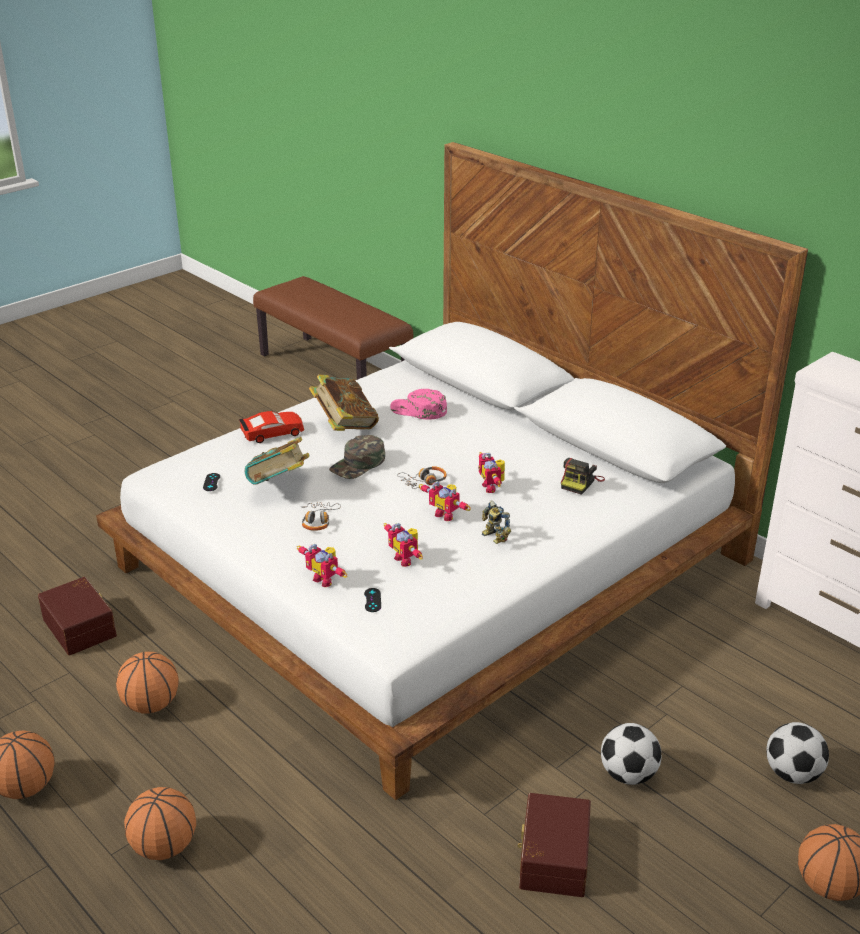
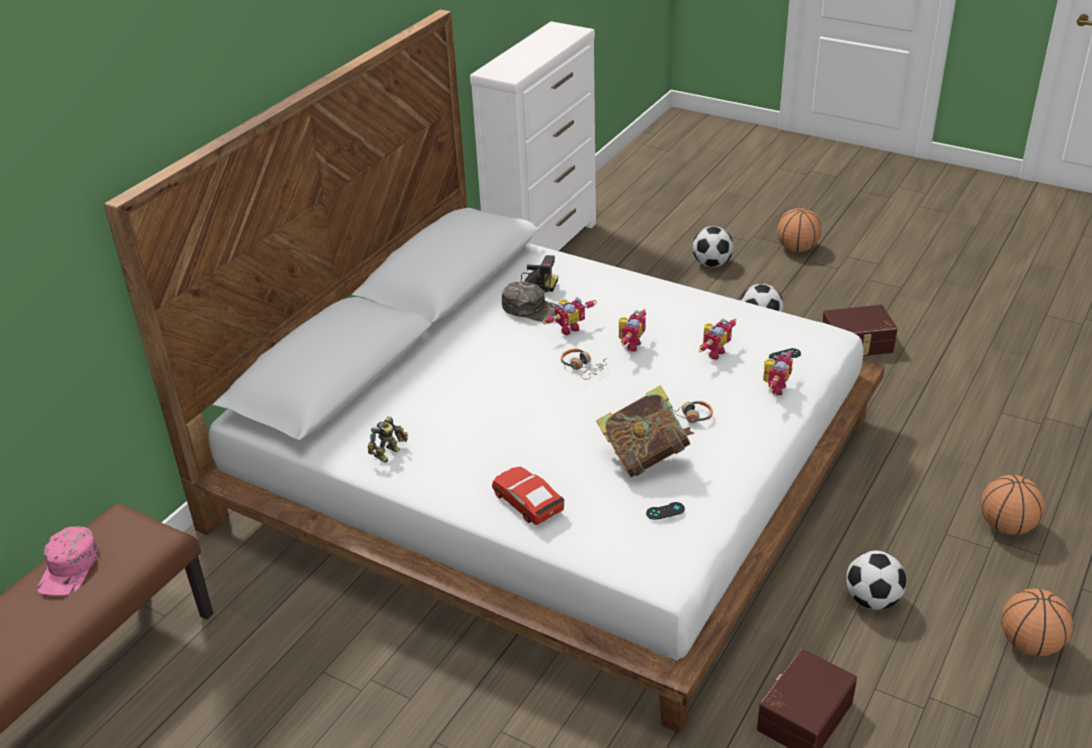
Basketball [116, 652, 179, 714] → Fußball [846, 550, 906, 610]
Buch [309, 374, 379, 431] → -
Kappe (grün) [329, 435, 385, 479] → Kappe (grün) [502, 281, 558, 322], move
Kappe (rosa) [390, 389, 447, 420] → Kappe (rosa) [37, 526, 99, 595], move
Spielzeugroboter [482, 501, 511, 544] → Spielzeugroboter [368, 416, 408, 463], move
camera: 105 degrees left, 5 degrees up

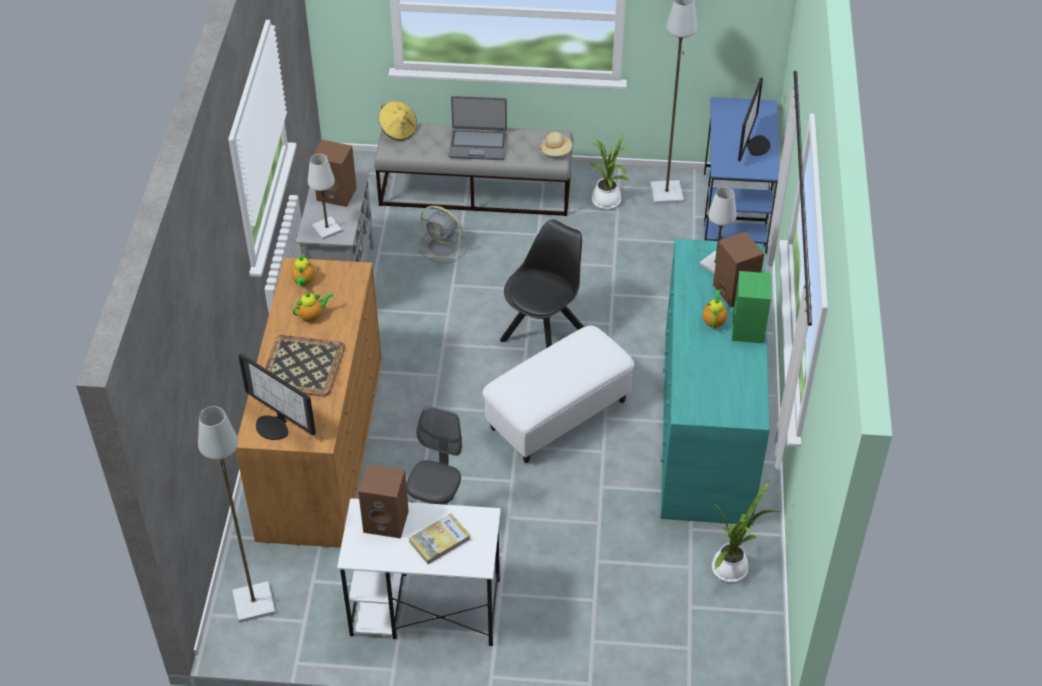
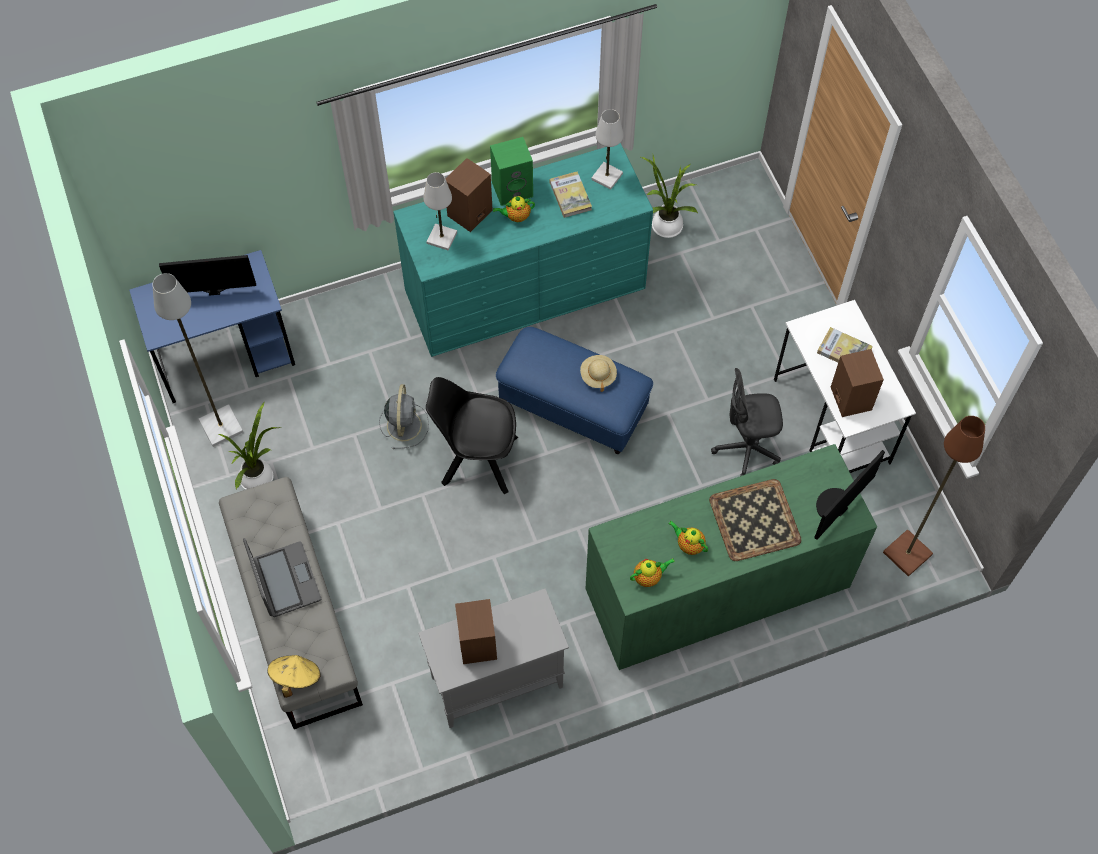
Stehlampe (grau) [198, 406, 276, 623] → Stehlampe (braun) [883, 416, 985, 576]
Kommode (braun) [236, 258, 382, 548] → Kommode (grün) [585, 444, 877, 670]
Monitor [238, 353, 316, 440] → Monitor [814, 450, 885, 540], 150 degrees counterclockwise
Tischlampe (weiß) [308, 154, 342, 240] → Tischlampe (weiß) [591, 109, 623, 190], move
Ventilator (grau) [420, 206, 468, 263] → Ventilator (grau) [379, 384, 429, 449], move
Polsterhocker (weiß) [482, 325, 634, 463] → Polsterhocker (blau) [496, 327, 653, 454]
Hut (beige) [541, 132, 572, 156] → Hut (beige) [580, 355, 617, 392], move
- → Buch [550, 172, 592, 218]
camera: 115 degrees left, 15 degrees up

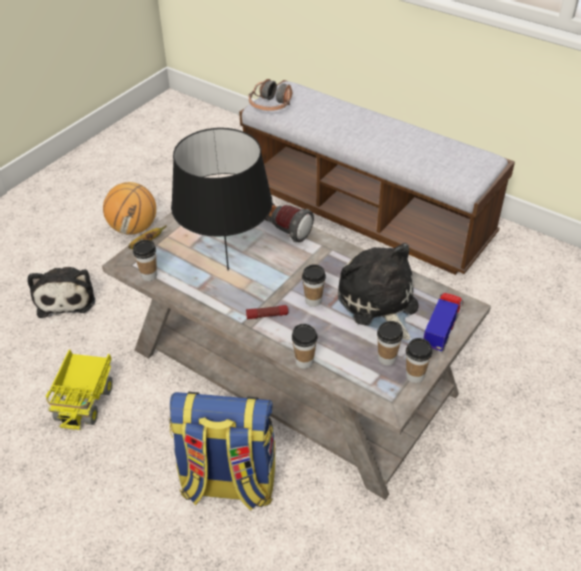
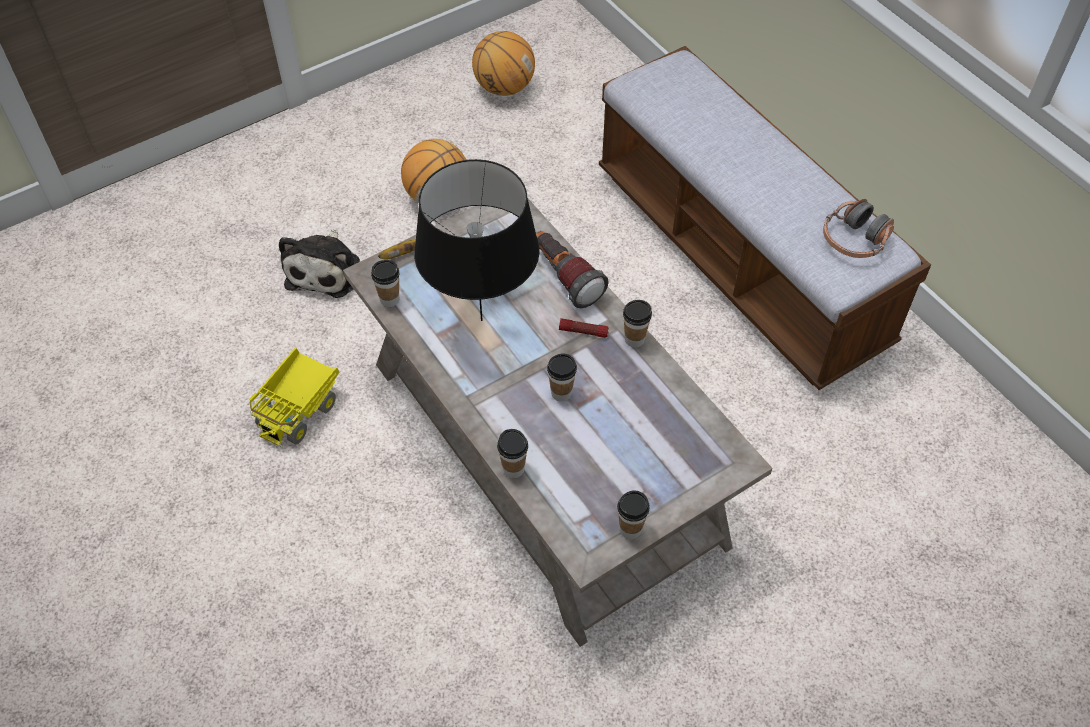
Rucksack [169, 392, 275, 511] → -
Taschenlampe [246, 305, 288, 319] → Taschenlampe [559, 318, 609, 338], move
Kopfhörer [249, 79, 292, 111] → Kopfhörer [823, 199, 894, 258], move
Plüschtier [338, 243, 419, 340] → -
Tasse [377, 321, 403, 366] → Tasse [623, 300, 652, 348], move
Spielzeuglaster [423, 293, 463, 353] → -
- → Basketball [472, 31, 535, 96]
camera: 20 degrees right, 10 degrees up

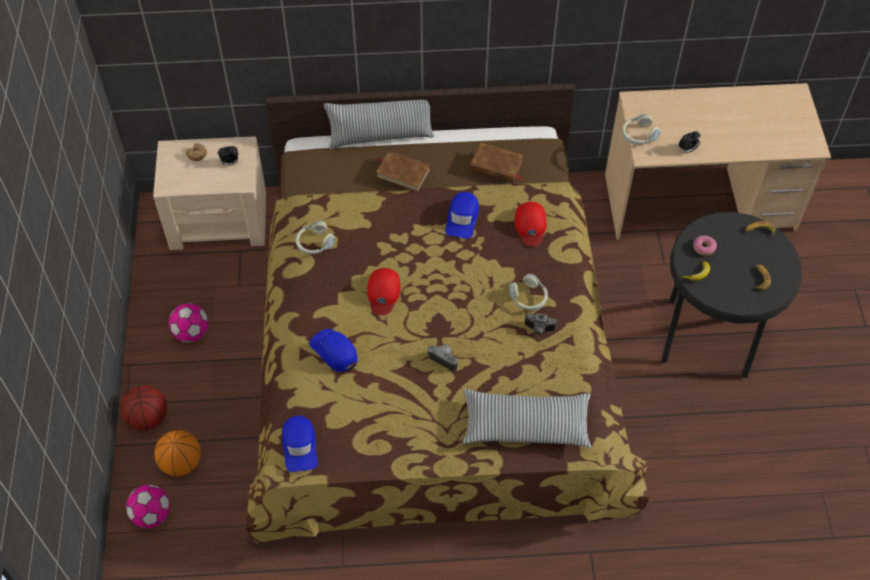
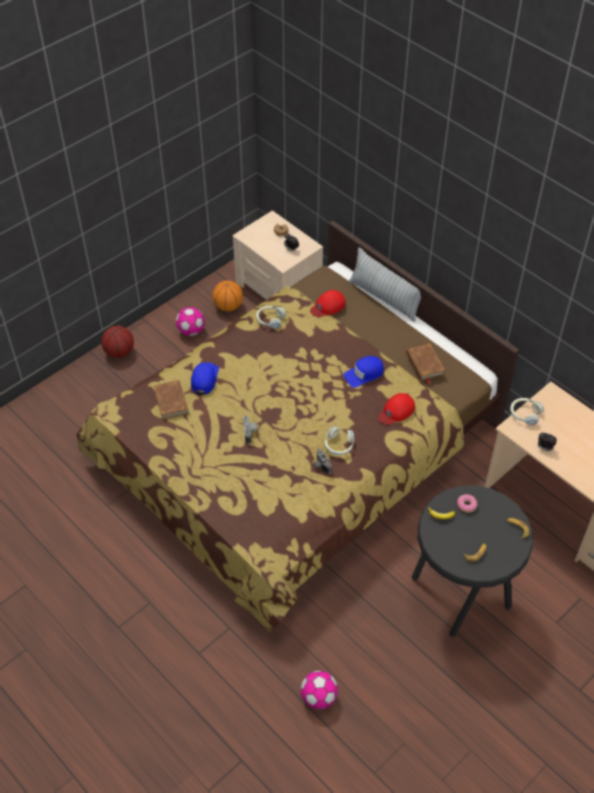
Fußball [126, 485, 170, 528] → Fußball [301, 671, 338, 709], move
Basketball [154, 430, 201, 476] → Basketball [212, 280, 243, 311], move
Kappe (blau) [282, 416, 318, 472] → -
Kappe (rot) [367, 268, 401, 315] → Kappe (rot) [310, 290, 345, 317], move
Buch (braun) [376, 151, 431, 192] → Buch (braun) [154, 380, 189, 420], move
Kissen [463, 389, 591, 448] → -
camera: 50 degrees right, 5 degrees down

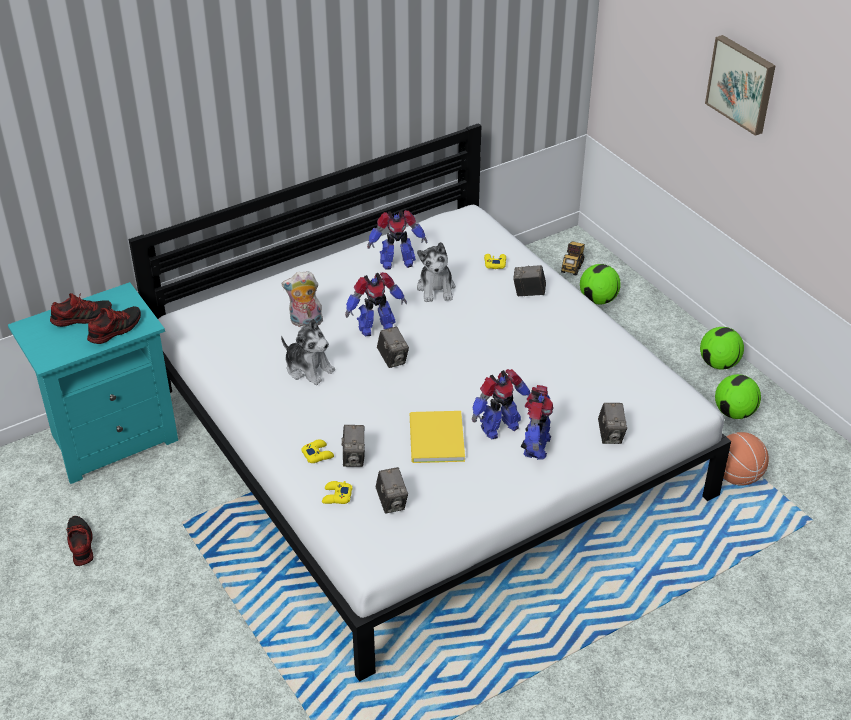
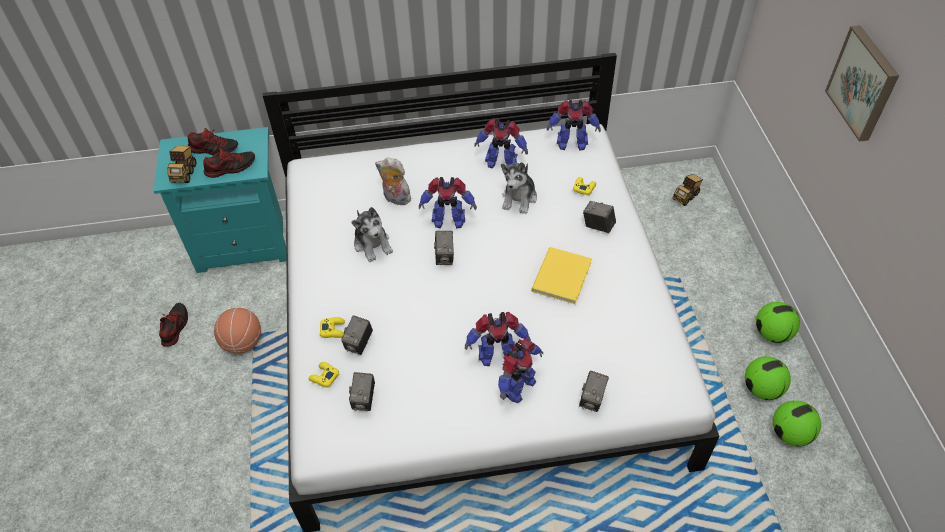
Buch (gelb) [410, 411, 465, 463] → Buch (gelb) [531, 247, 592, 304], move
Fußball [580, 264, 621, 305] → Fußball [773, 400, 821, 446], move
Basketball [724, 432, 769, 486] → Basketball [214, 308, 261, 354], move
- → Spielzeuglaster [167, 145, 196, 183]
- → Spielzeugroboter [547, 100, 601, 151]
camera: 25 degrees right, 10 degrees up

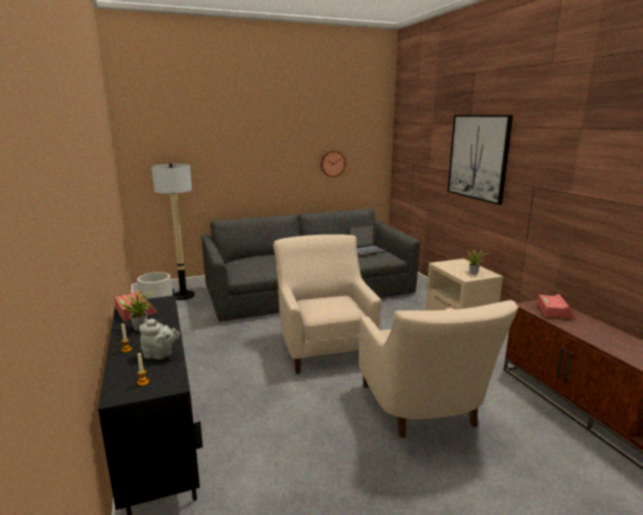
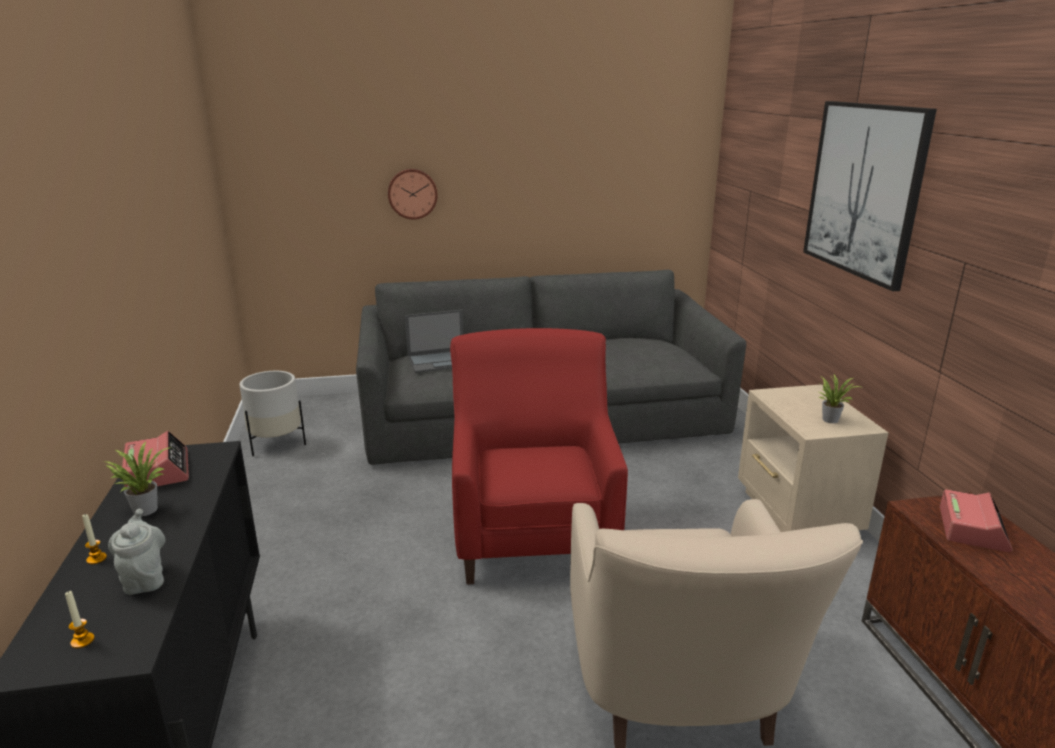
Teekanne (grau) [139, 319, 180, 360] → Teekanne (grau) [108, 509, 166, 595], 135 degrees counterclockwise
Stehlampe [151, 163, 195, 300] → -
Sessel (beige) [273, 234, 381, 374] → Sessel (rot) [450, 328, 628, 585]
Wanduhr [321, 151, 346, 177] → Wanduhr [388, 169, 438, 220], move
Laptop [348, 224, 386, 256] → Laptop [405, 310, 463, 373], move
camera: 10 degrees right, 5 degrees up

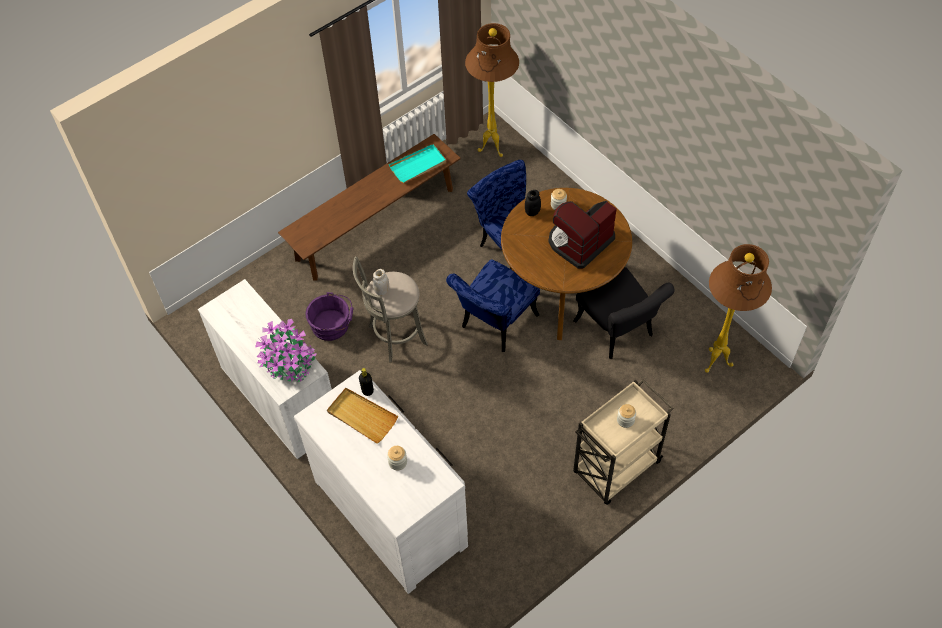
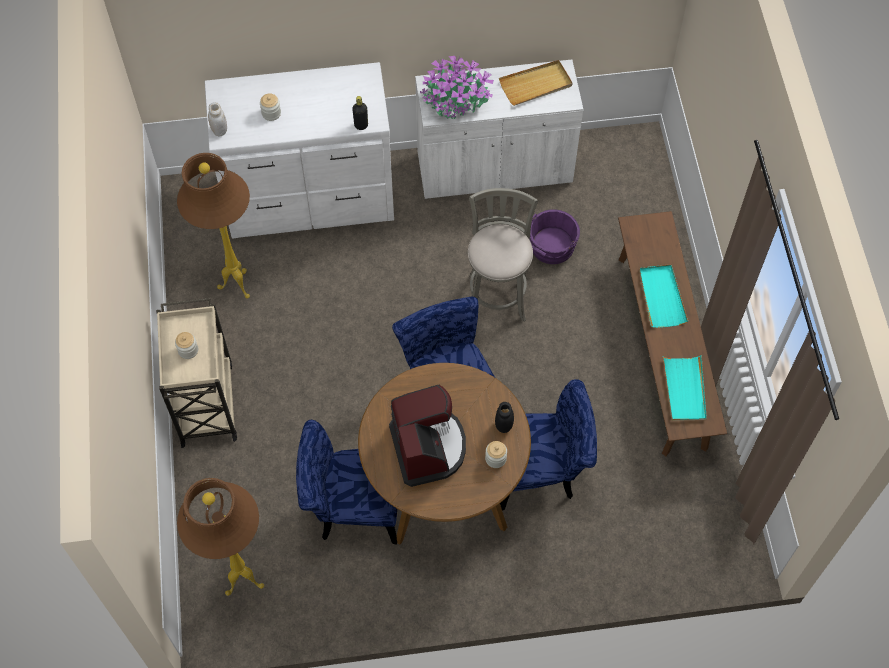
Tablett (beige) [327, 388, 398, 444] → Tablett (beige) [499, 60, 573, 106], move
Vorratsglas (weiß) [372, 269, 389, 296] → Vorratsglas (weiß) [208, 102, 227, 136], move
Stehlampe (braun) [465, 23, 519, 157] → Stehlampe (braun) [177, 153, 250, 299], move
Stuhl (schwarz) [573, 267, 675, 359] → Stuhl (blau) [296, 420, 397, 545]
- → Tablett (türkis) [639, 264, 688, 328]
camera: 120 degrees right, 5 degrees up

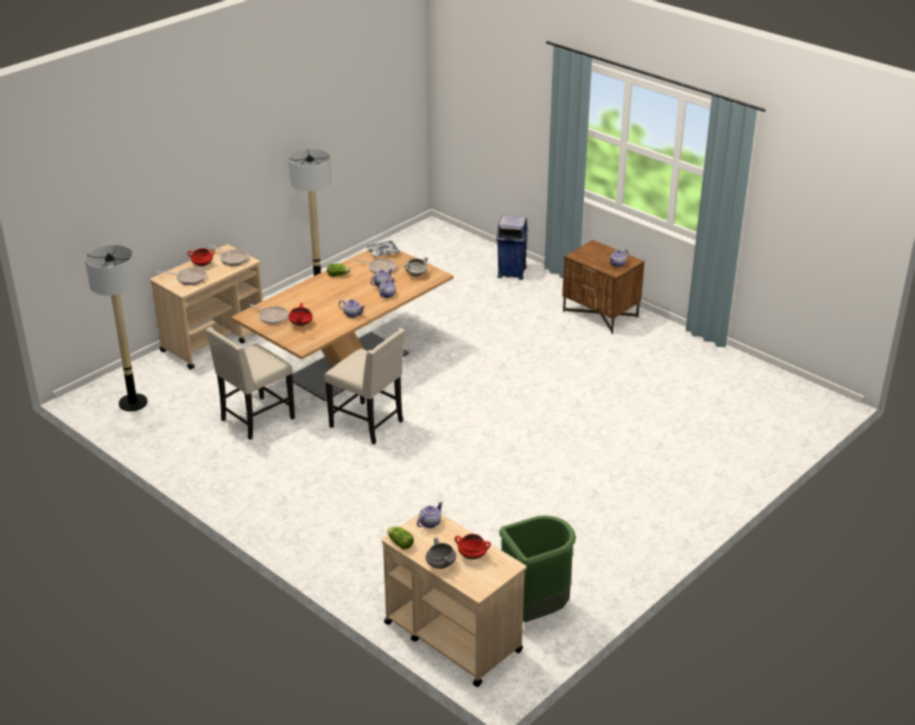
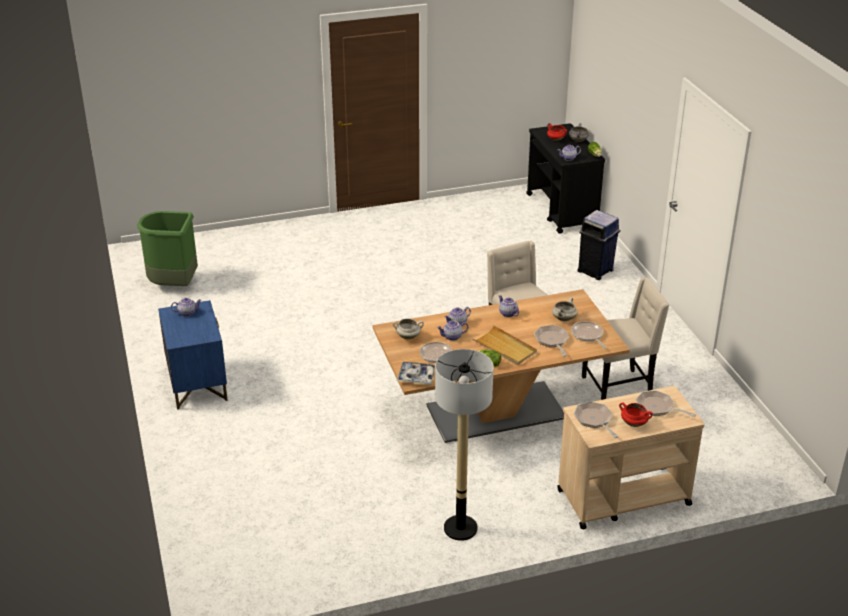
Stehlampe [85, 245, 147, 411] → -
Kochtopf (rot) [289, 303, 313, 326] → Kochtopf (weiß) [552, 298, 577, 321]
Rollwagen (beige) [382, 514, 527, 687] → Rollwagen (schwarz) [526, 123, 605, 234]
Mülleimer (blau) [496, 215, 528, 280] → Mülleimer (blau) [577, 210, 620, 280], move
Mülleimer (grün) [499, 515, 576, 622] → Mülleimer (grün) [137, 211, 198, 286], move
Nachttisch (braun) [562, 240, 645, 334] → Nachttisch (blau) [158, 300, 227, 410]
- → Tablett (beige) [472, 325, 537, 365]
- → Pfanne [534, 325, 569, 356]
camera: 150 degrees left, 0 degrees up

